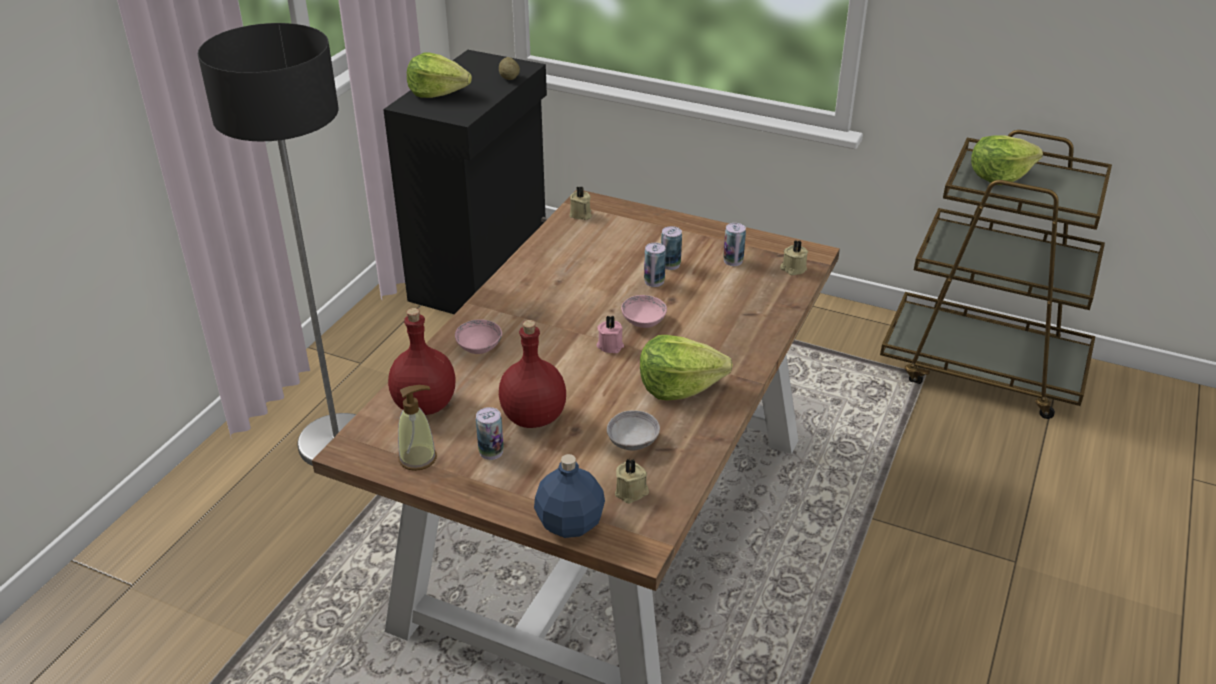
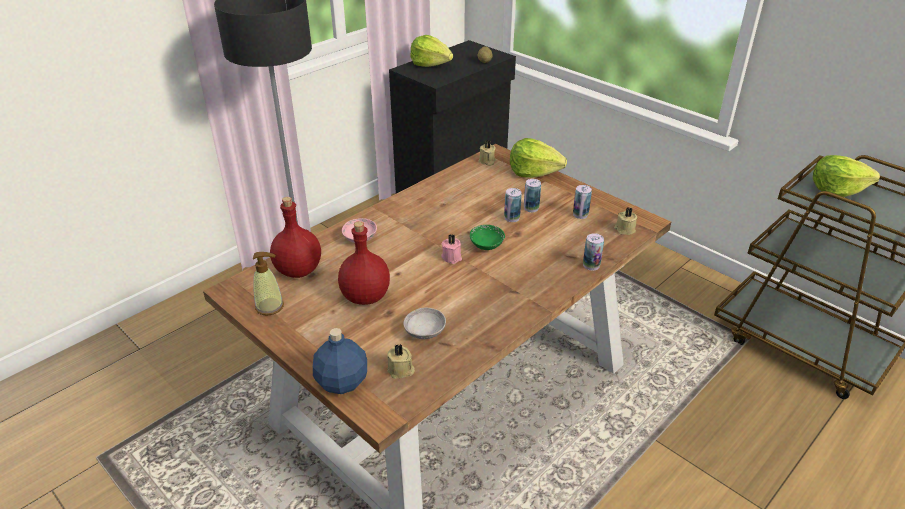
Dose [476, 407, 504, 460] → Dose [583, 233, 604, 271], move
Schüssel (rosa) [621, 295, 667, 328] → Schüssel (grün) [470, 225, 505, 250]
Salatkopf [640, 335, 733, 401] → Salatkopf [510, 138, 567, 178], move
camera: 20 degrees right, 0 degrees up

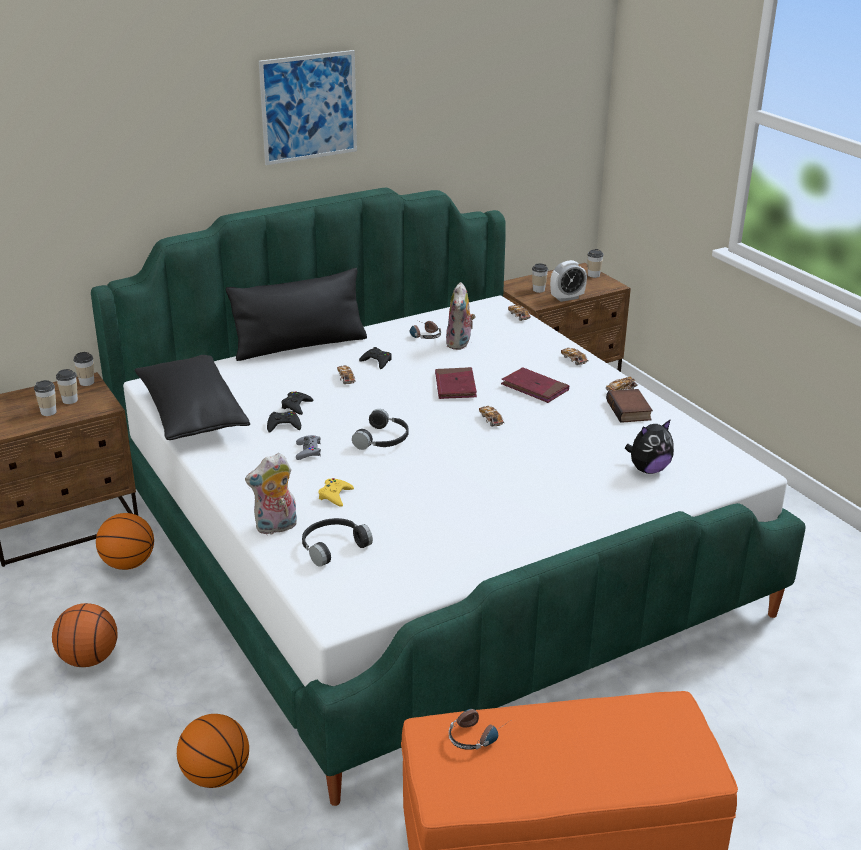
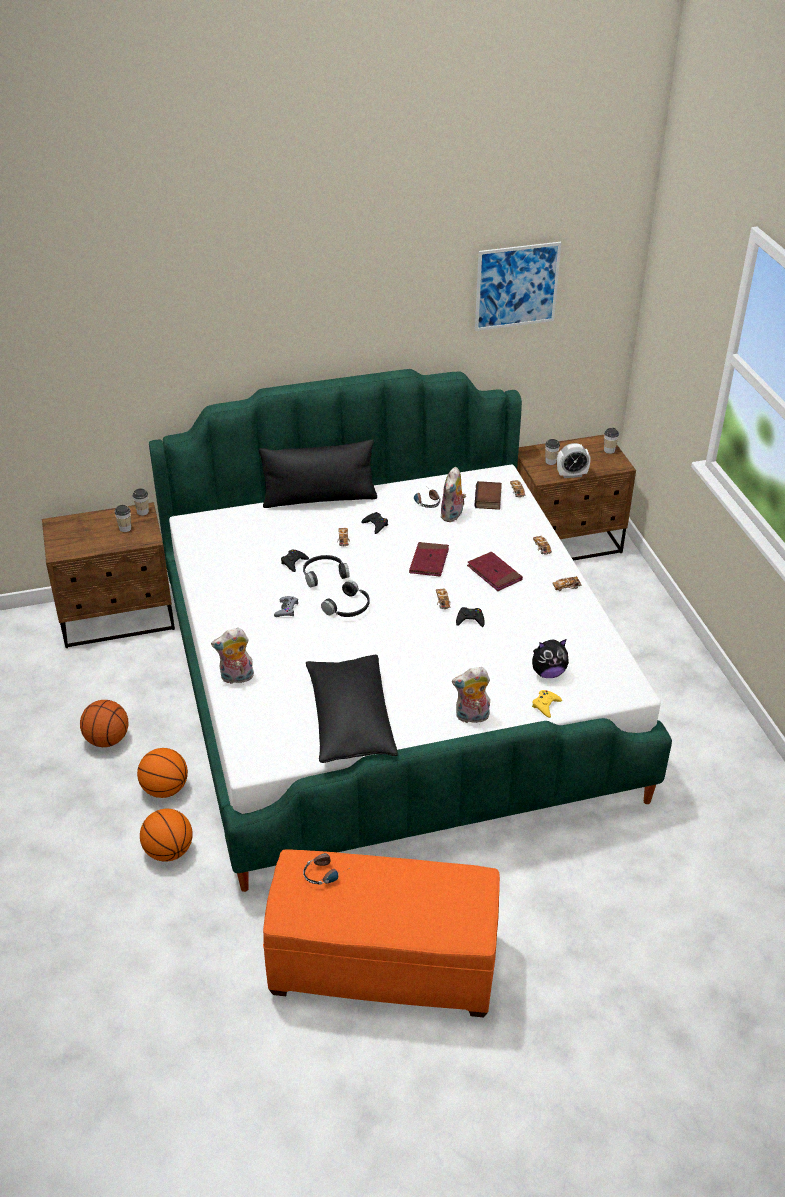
Tasse [34, 380, 57, 416] → -
Basketball [96, 513, 154, 570] → Basketball [137, 748, 188, 798], move
Kissen (schwarz) [135, 355, 250, 440] → Kissen (schwarz) [306, 655, 398, 763], move
Bild [259, 50, 357, 165] → Bild [475, 242, 561, 331], move
Gamepad (schwarz) [267, 411, 301, 433] → Gamepad (schwarz) [456, 607, 485, 627], move
Kopfhörer (schwarz) [302, 518, 373, 567] → Kopfhörer (schwarz) [303, 555, 350, 588], move
Gamepad (gelb) [319, 478, 354, 507] → Gamepad (gelb) [532, 690, 562, 718], move
Buch [606, 389, 653, 423] → Buch [474, 481, 502, 510], move
- → Plüschtier [452, 667, 490, 723]
camera: 15 degrees right, 10 degrees up

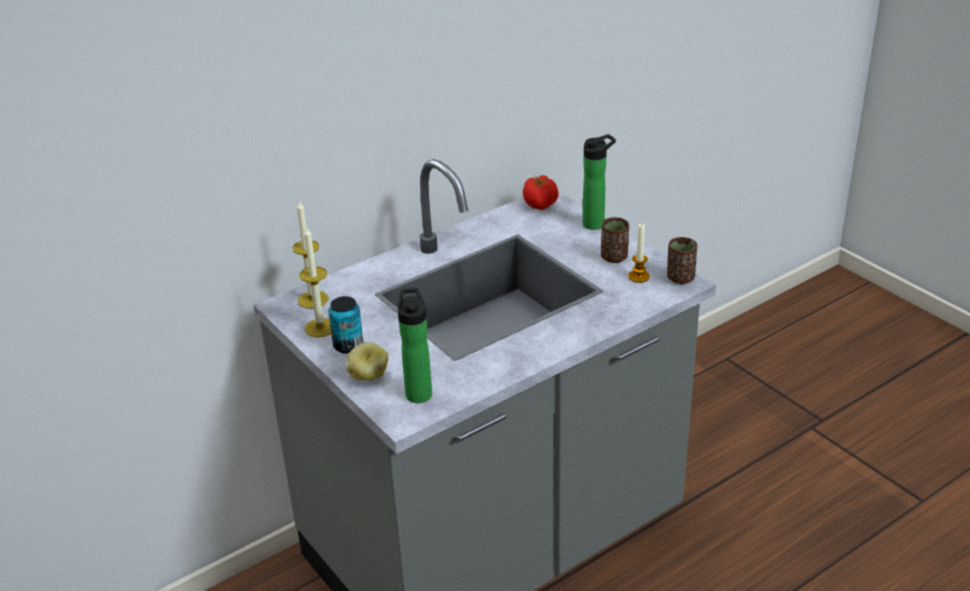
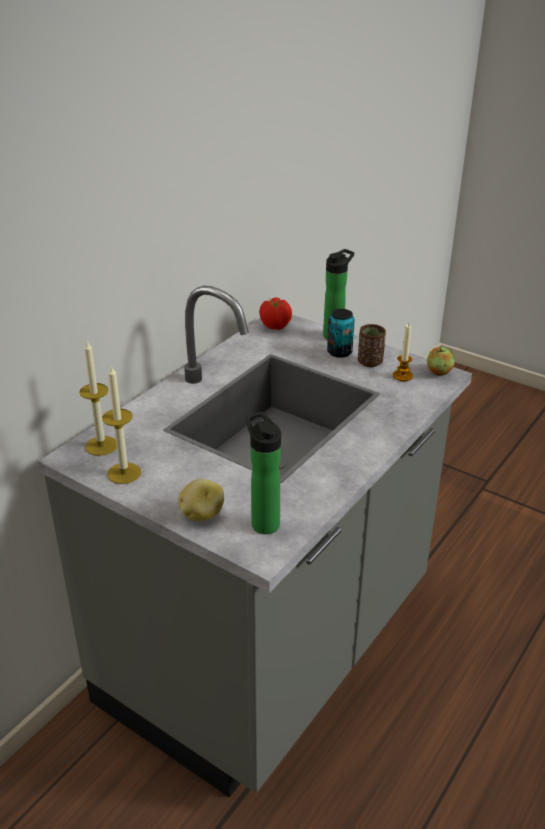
Dose [329, 296, 363, 354] → Dose [327, 309, 355, 358], move
Tasse (braun) [667, 237, 697, 284] → Apfel [427, 346, 455, 375]
camera: 20 degrees left, 0 degrees up

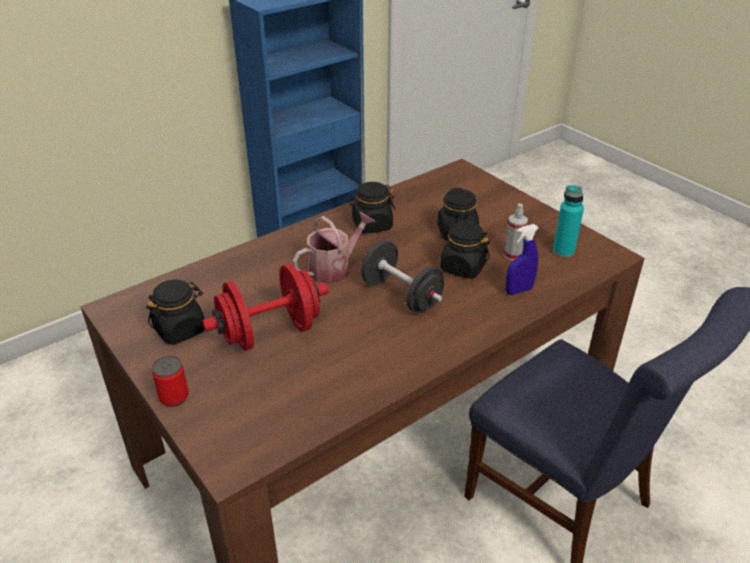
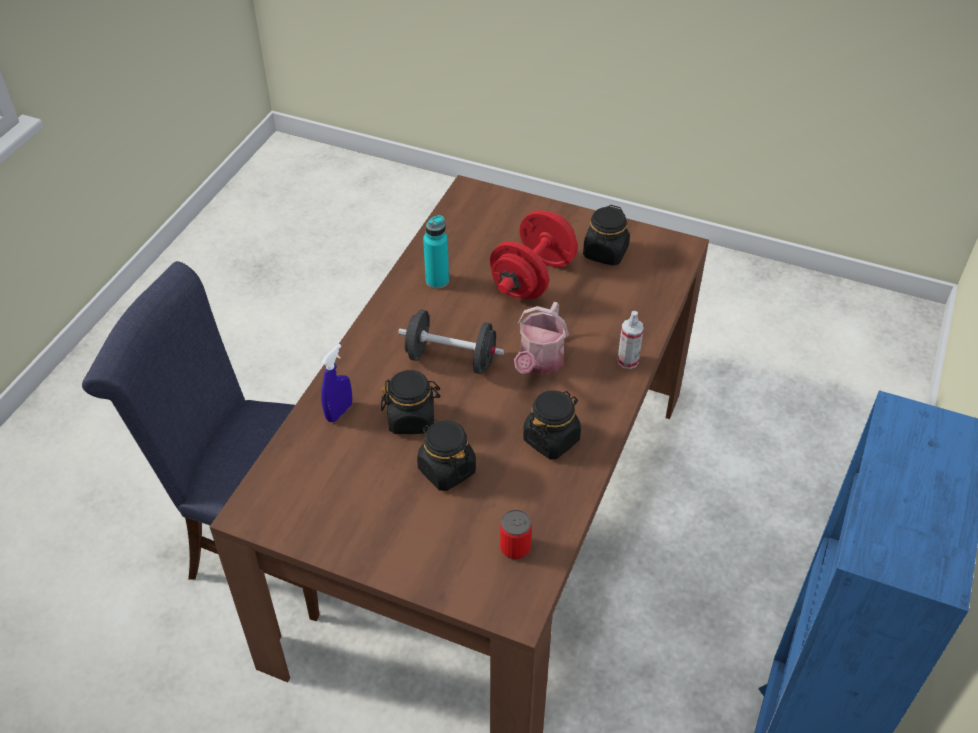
Dose [152, 356, 189, 407] → Dose [500, 510, 532, 560], move
Sprühflasche [504, 203, 528, 261] → Sprühflasche [617, 311, 644, 369], move
Flasche (türkis) [553, 185, 584, 257] → Flasche (türkis) [423, 215, 449, 289], move
camera: 150 degrees right, 10 degrees up

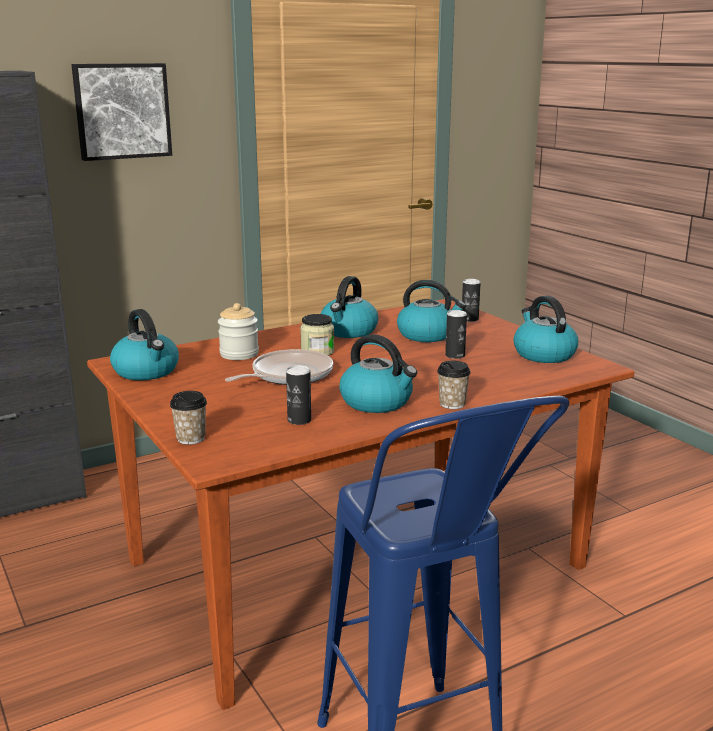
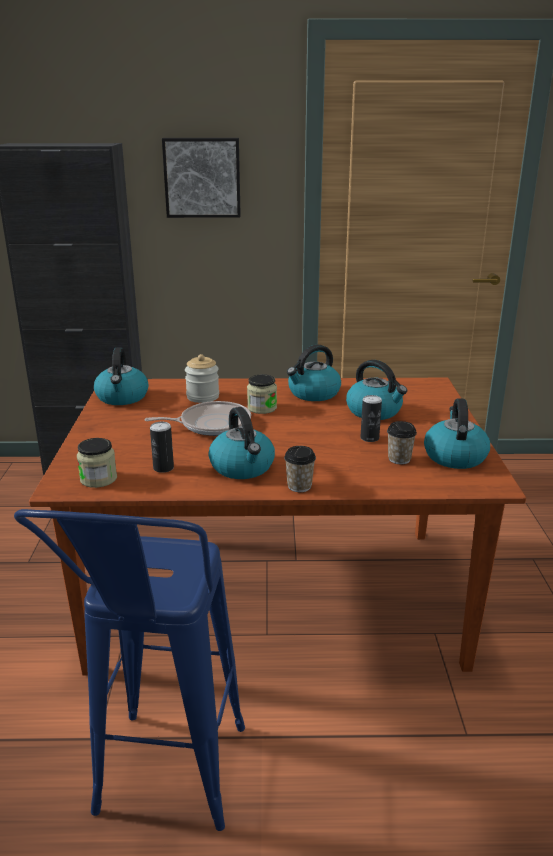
Tasse [170, 391, 207, 445] → Tasse [387, 421, 417, 464], move
Dose [462, 279, 481, 322] → -
- → Vorratsglas [77, 438, 117, 488]
camera: 30 degrees right, 5 degrees up

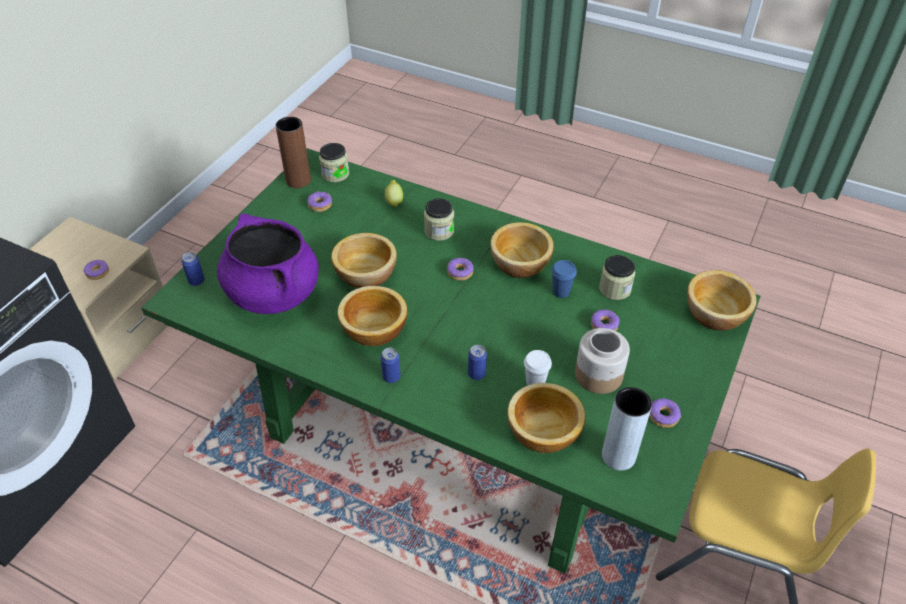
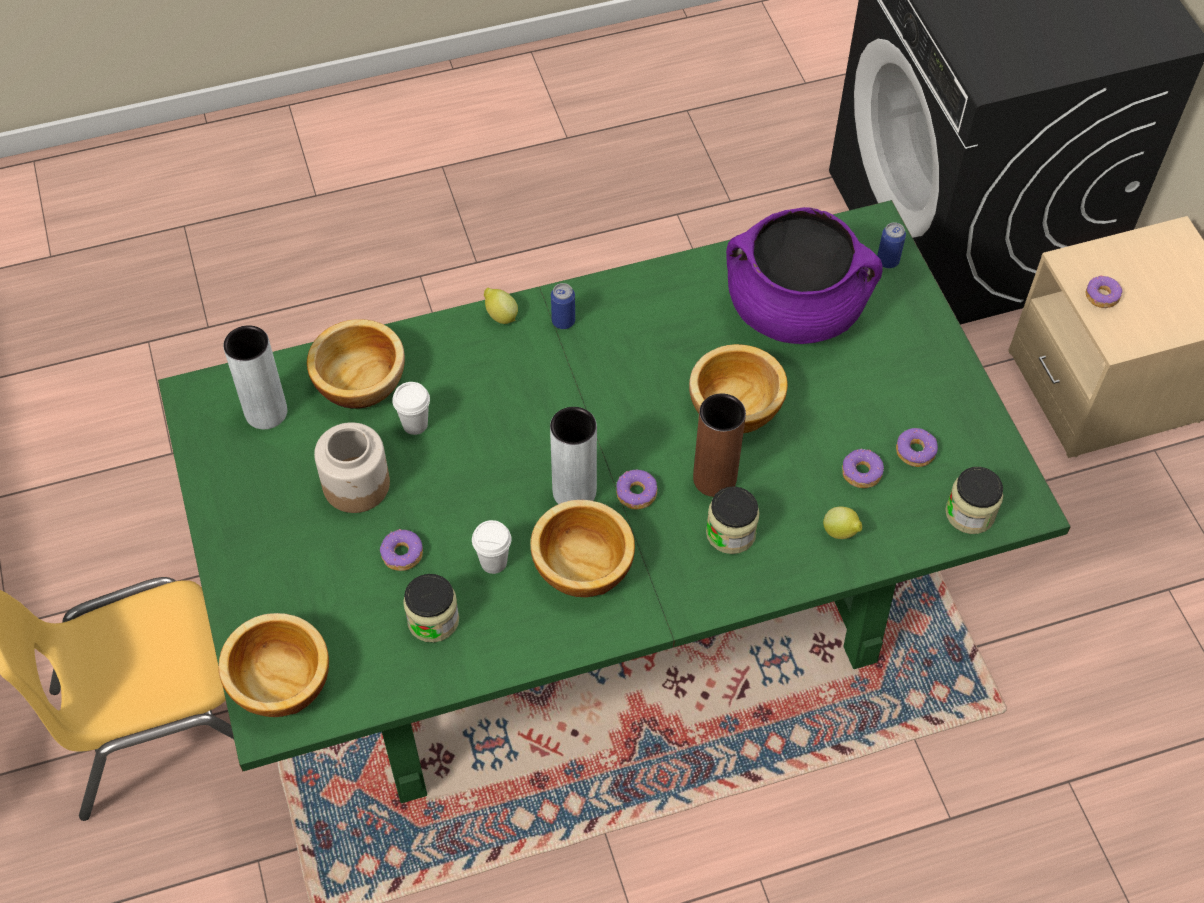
Vase (braun) [276, 117, 311, 188] → Vase (braun) [693, 393, 746, 497], move
Schüssel [337, 286, 407, 346] → -
Dose [468, 345, 487, 380] → -
Tasse (blau) [551, 260, 577, 298] → Tasse (weiß) [472, 520, 511, 574]
Donut [649, 398, 681, 428] → Donut [842, 448, 884, 488], move
- → Zitrone [484, 288, 518, 324]
- → Vase (grau) [550, 407, 597, 504]
camera: 135 degrees right, 10 degrees up

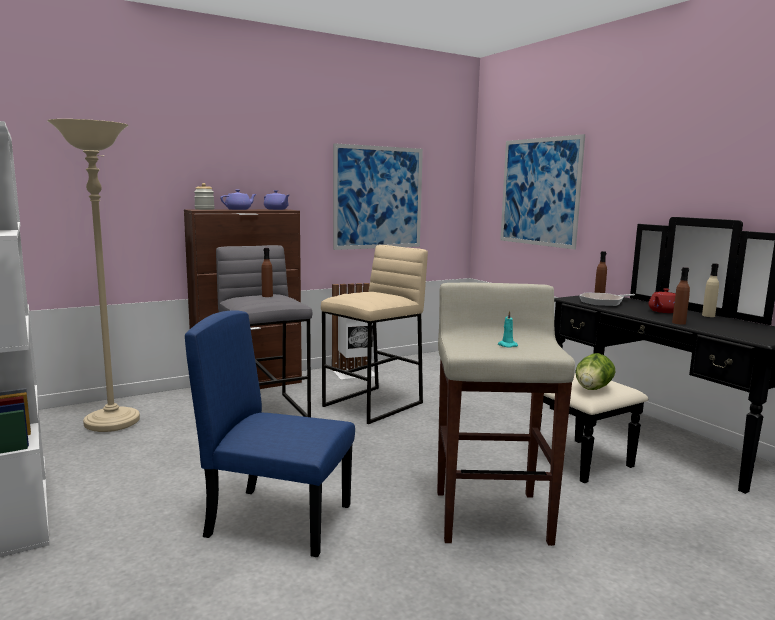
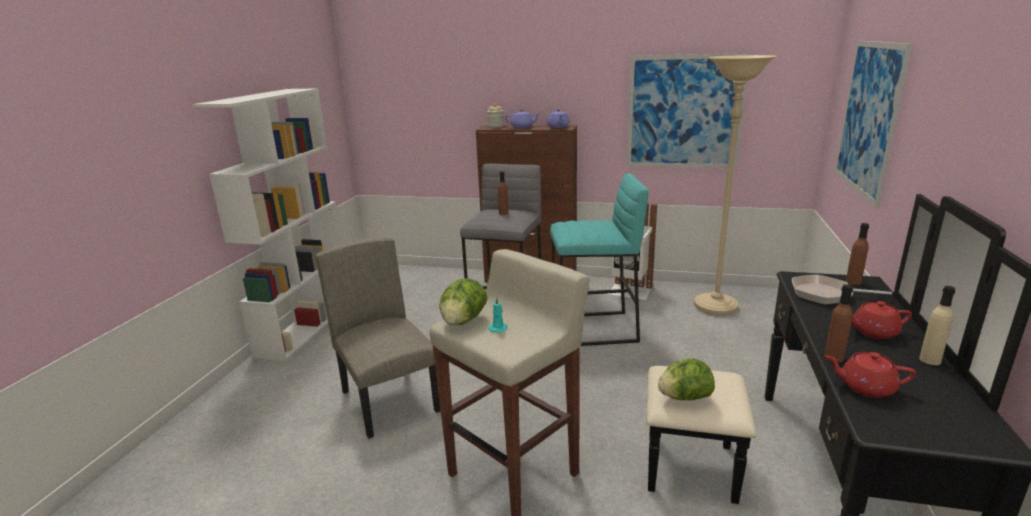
Stehlampe (beige) [47, 119, 140, 432] → Stehlampe (beige) [694, 55, 777, 315], move
Stuhl (blau) [185, 310, 355, 557] → Stuhl (beige) [315, 237, 441, 439]
Hocker (beige) [321, 245, 428, 424] → Hocker (türkis) [550, 173, 648, 346]
- → Salatkopf [439, 278, 488, 325]
- → Teekanne (rot) [826, 352, 916, 398]
camera: 45 degrees right, 10 degrees up

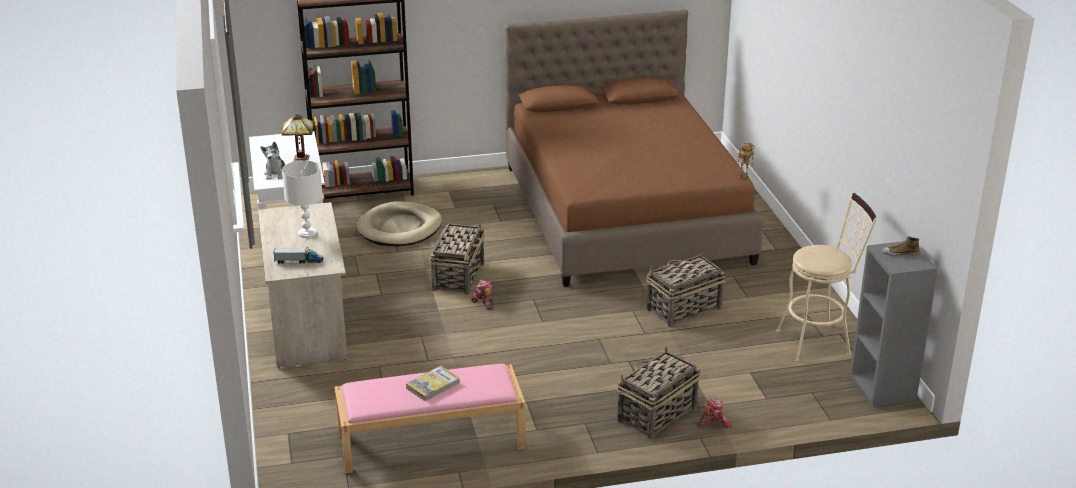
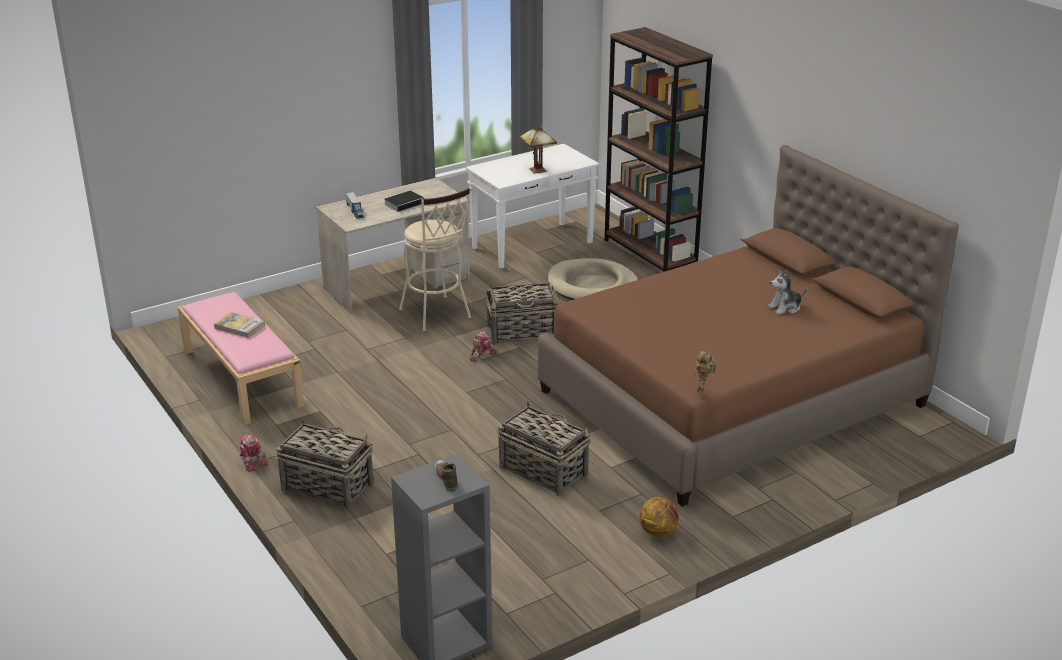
Plüschtier [261, 142, 285, 180] → Plüschtier [768, 269, 806, 314], move
Tischlampe (weiß) [282, 160, 323, 238] → Buch [384, 190, 425, 212]
Spielzeugroboter [697, 399, 731, 429] → Spielzeugroboter [240, 434, 268, 472], move
Hocker (beige) [776, 192, 877, 362] → Hocker (beige) [399, 188, 471, 331], move
- → Basketball [639, 497, 679, 537]
camera: 70 degrees right, 0 degrees up

